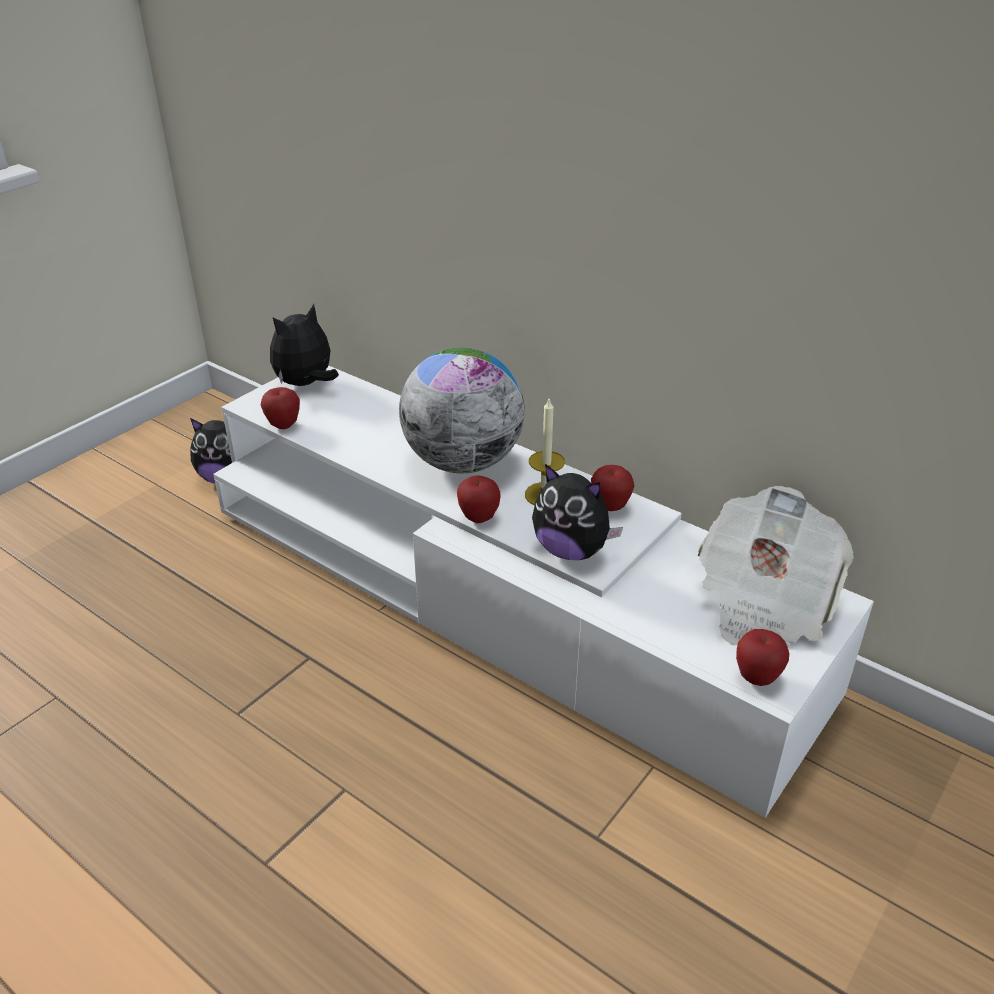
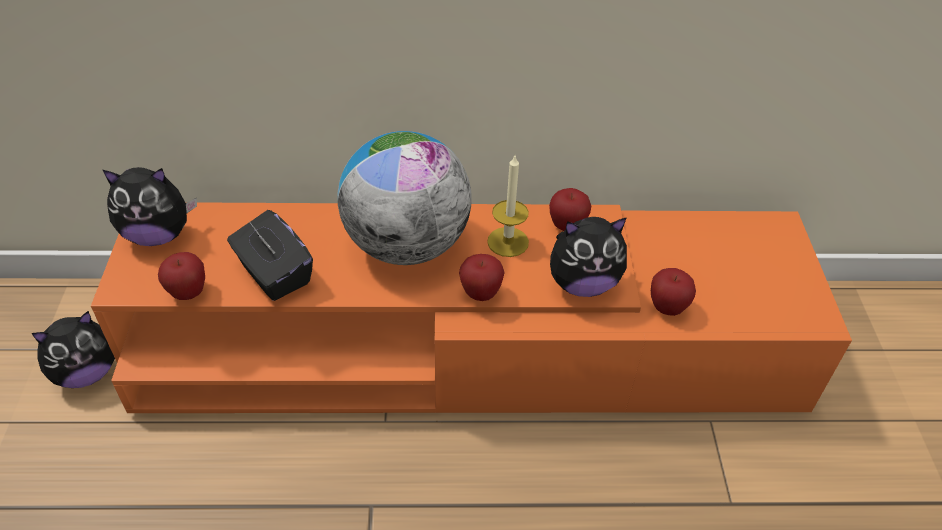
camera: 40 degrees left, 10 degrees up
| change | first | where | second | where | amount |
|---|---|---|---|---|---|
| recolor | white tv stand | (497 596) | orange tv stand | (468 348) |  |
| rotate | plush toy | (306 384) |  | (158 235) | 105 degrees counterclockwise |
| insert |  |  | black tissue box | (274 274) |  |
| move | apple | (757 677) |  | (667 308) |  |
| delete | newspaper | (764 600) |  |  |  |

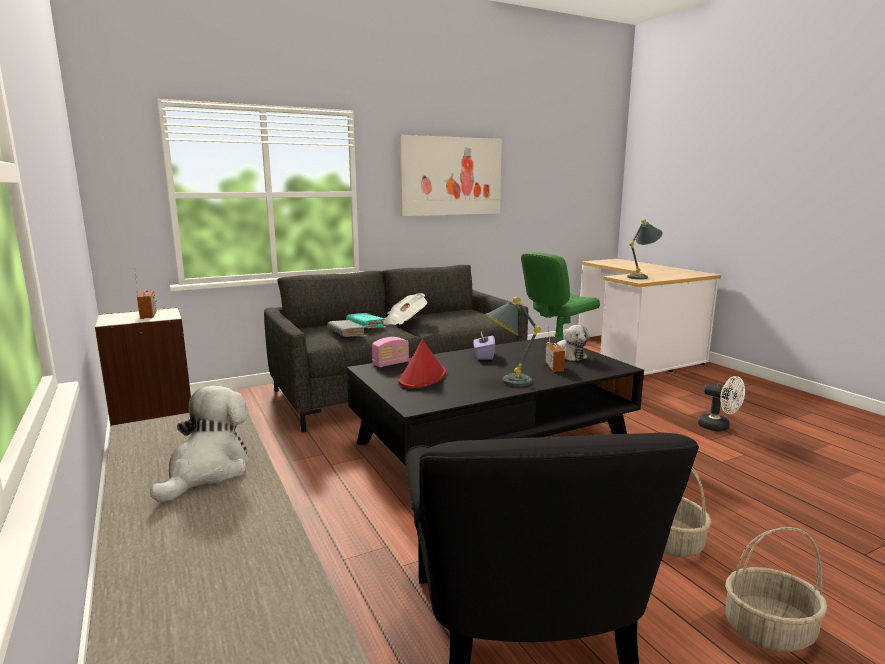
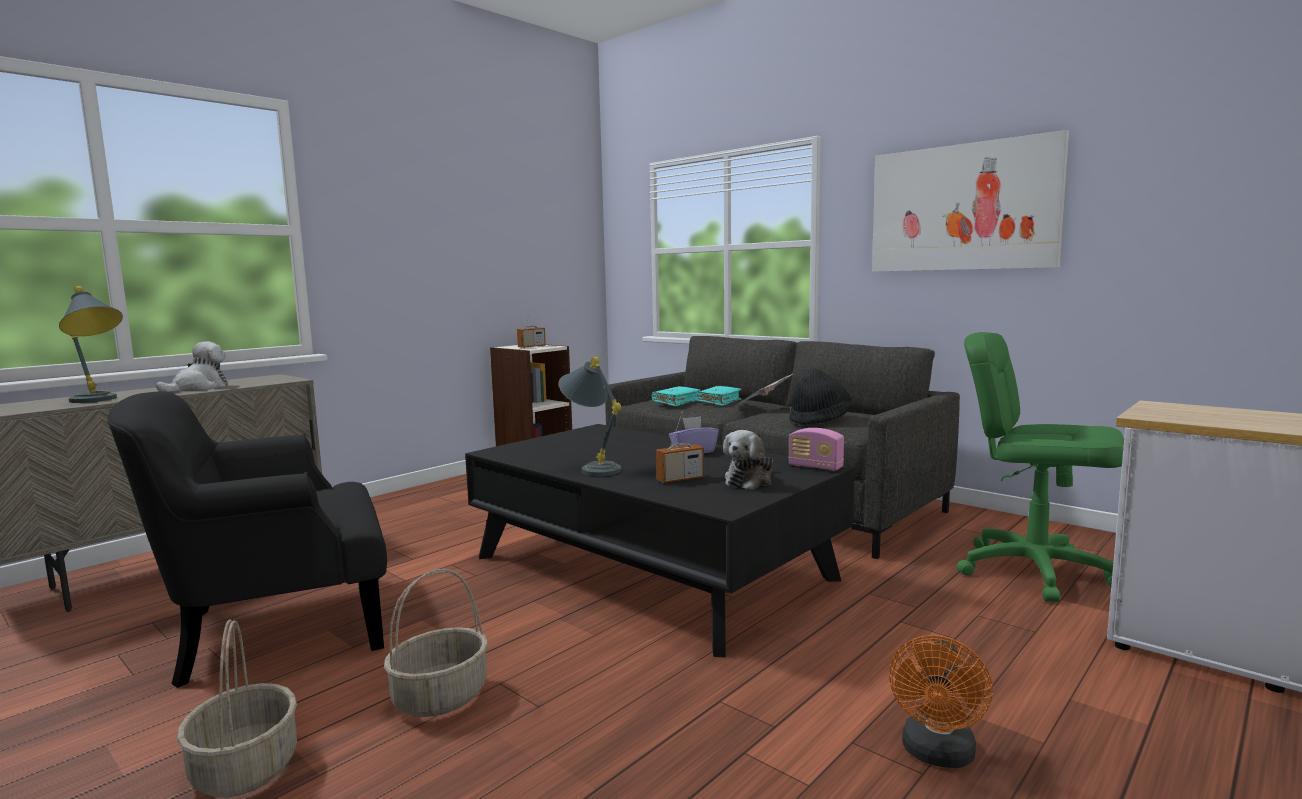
camera: 70 degrees right, 5 degrees down
| change | first | where | second | where | amount |
|---|---|---|---|---|---|
| move | grey table lamp | (642 277) |  | (98 401) |  |
| rotate | plush toy | (208 471) |  | (198 388) | 60 degrees counterclockwise |
| recolor | grey book | (347 334) | turquoise book | (676 402) |  |
| move | radio | (390 364) |  | (815 467) |  |
| insert |  |  | black hat | (820 420) |  |
| recolor | white fan | (719 427) | orange fan | (937 755) |  |
| delete | red hat | (422 378) |  |  |  |

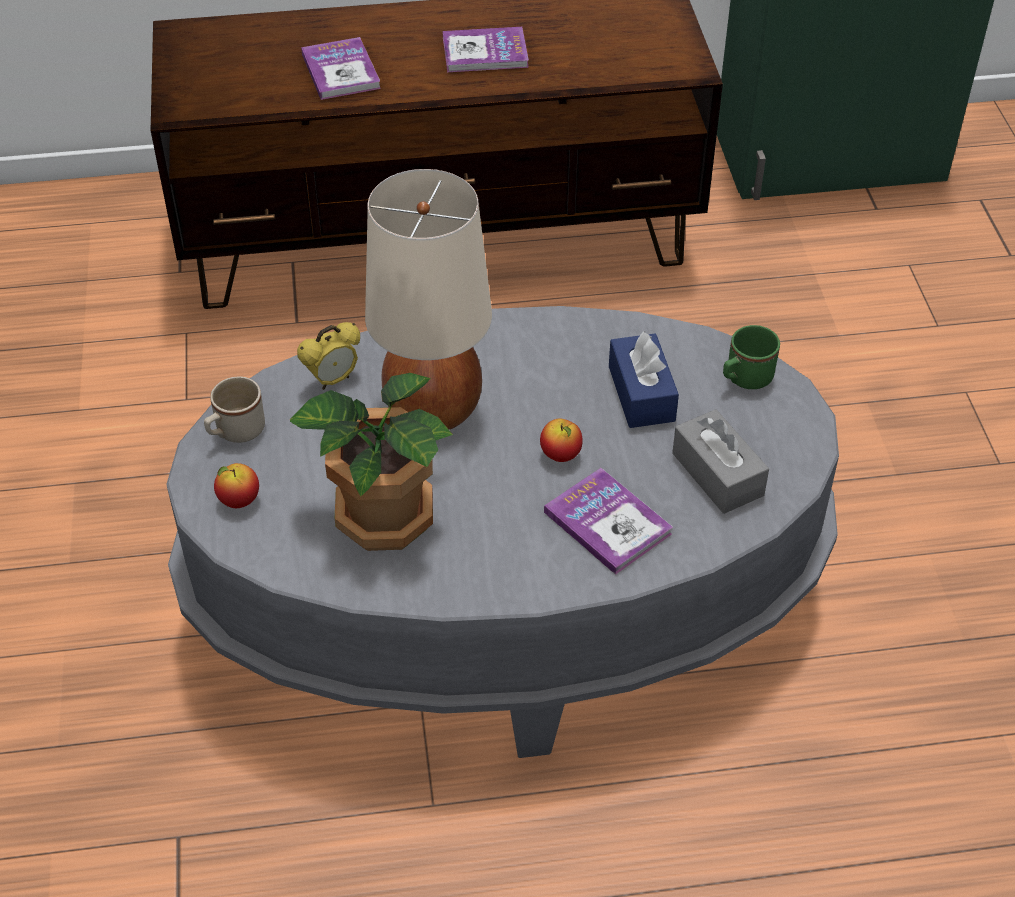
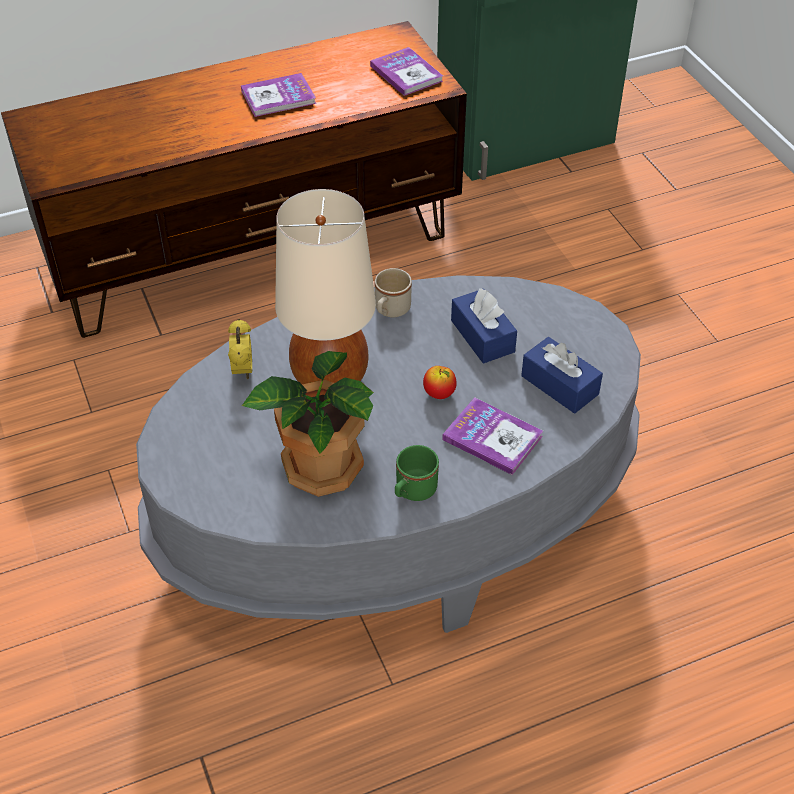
camera: 15 degrees left, 0 degrees up
| change | first | where | second | where | amount |
|---|---|---|---|---|---|
| rotate | alarm clock | (333 380) |  | (243 371) | 45 degrees counterclockwise |
| move | book | (341 71) |  | (406 73) |  |
| move | beige mug | (235 432) |  | (390 311) |  |
| move | green mug | (744 379) |  | (412 491) |  |
| recolor | grey tissue box | (717 474) | blue tissue box | (559 385) |  |
| delete | apple | (239 500) |  |  |  |

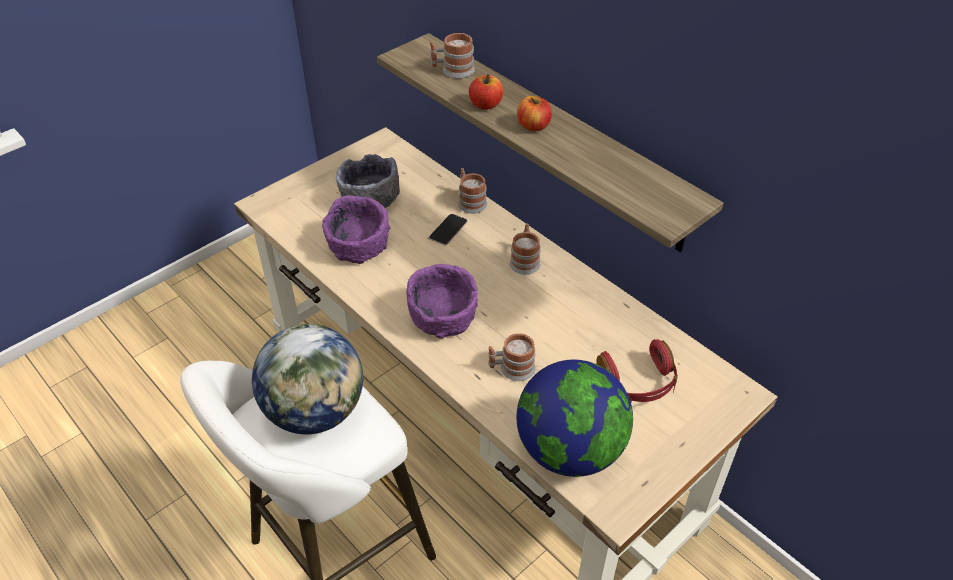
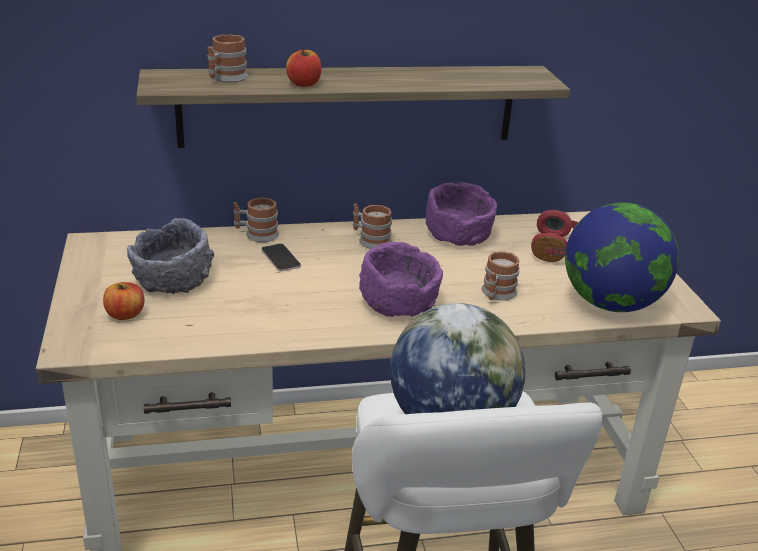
camera: 60 degrees left, 15 degrees down
| change | first | where | second | where | amount |
|---|---|---|---|---|---|
| move | apple | (533 126) |  | (125 314) |  |
| move | purple bowl | (359 247) |  | (458 235) |  |

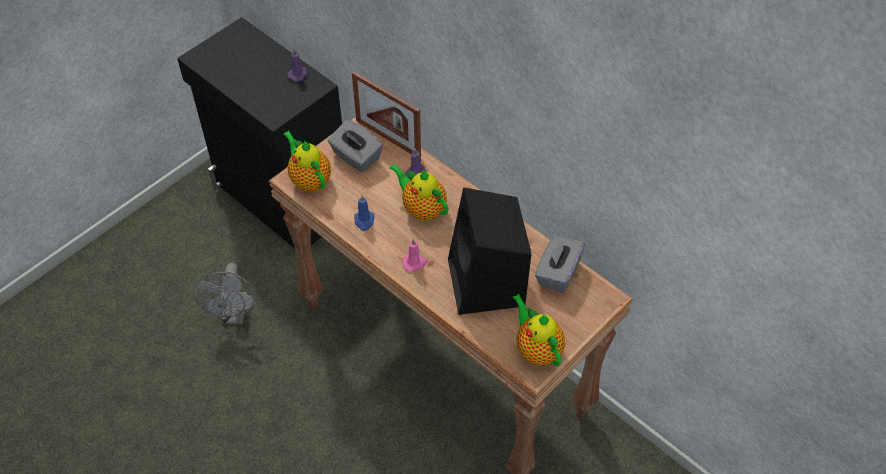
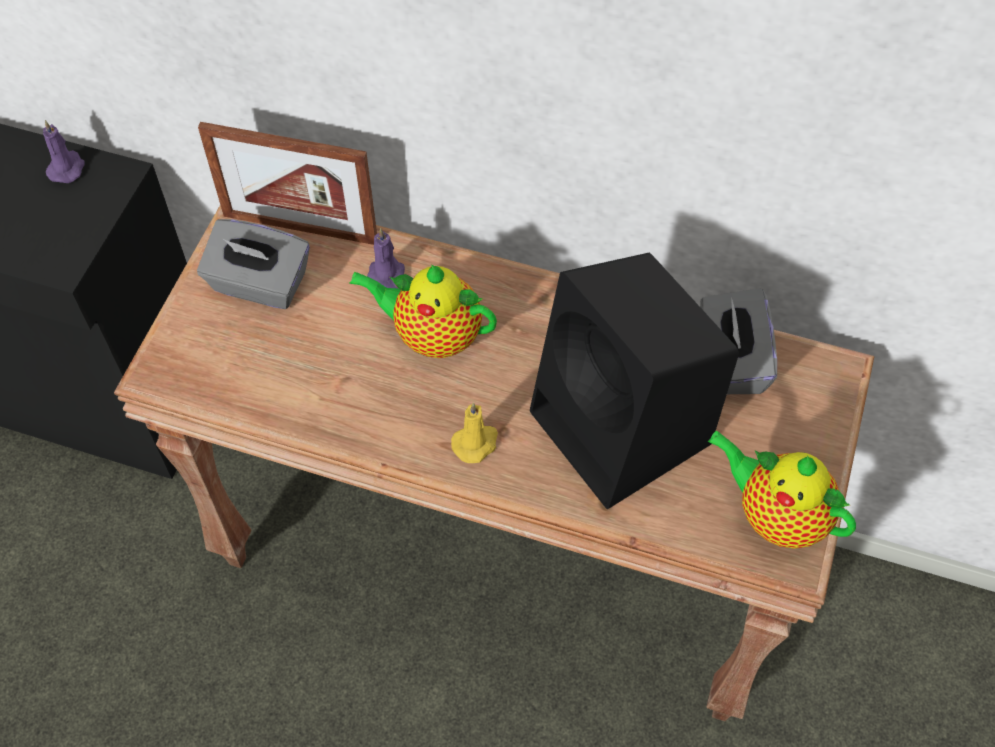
camera: 25 degrees left, 5 degrees up
| change | first | where | second | where | amount |
|---|---|---|---|---|---|
| recolor | pink candle | (415 263) | yellow candle | (476 443) |  |
| delete | grey fan | (234 315) |  |  |  |
| delete | teapot | (309 179) |  |  |  |
| delete | blue candle | (364 221) |  |  |  |

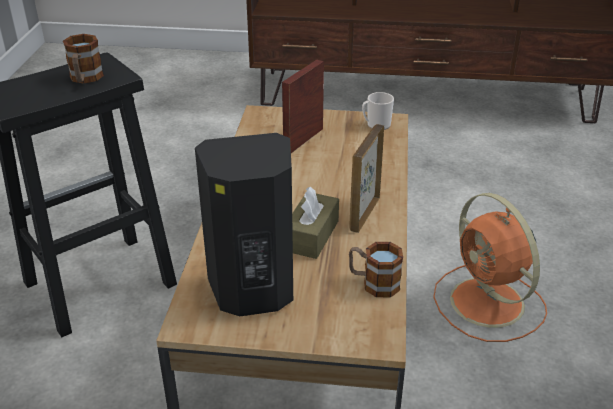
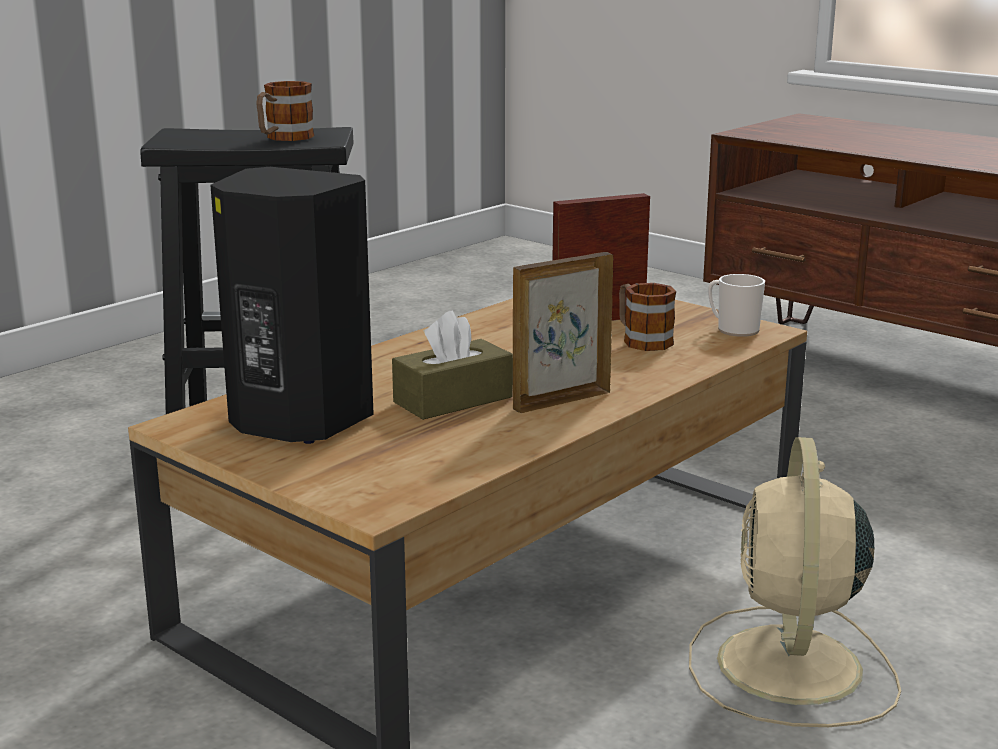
camera: 35 degrees right, 15 degrees down
| change | first | where | second | where | amount |
|---|---|---|---|---|---|
| move | mug | (373 283) |  | (641 339) |  |
| recolor | orange fan | (489 304) | beige fan | (789 669) |  |

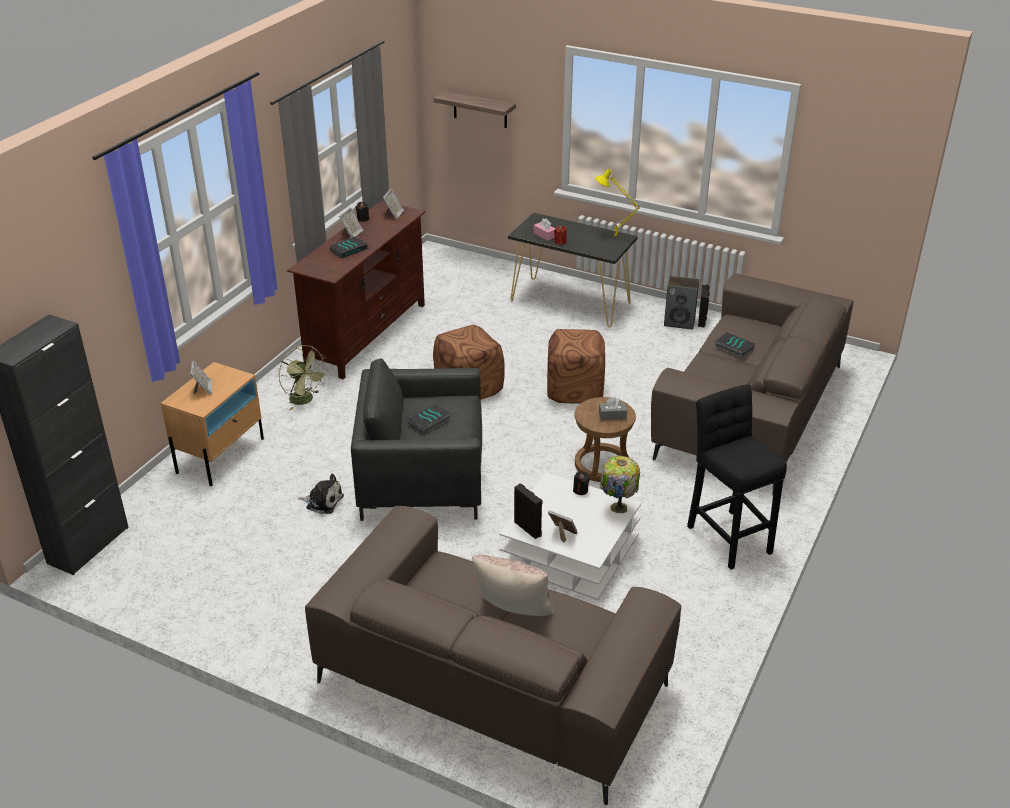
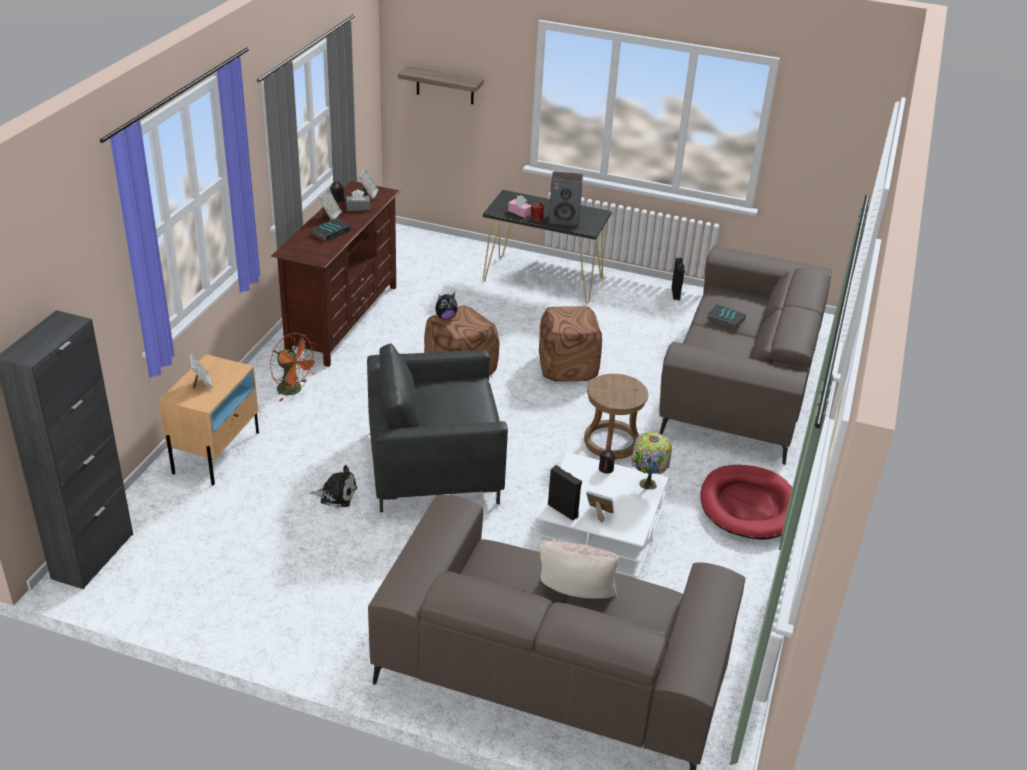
camera: 10 degrees left, 0 degrees up
| change | first | where | second | where | amount |
|---|---|---|---|---|---|
| recolor | green fan | (305 400) | orange fan | (294 390) |  |
| move | grey tissue box | (612 416) |  | (358 207) |  |
| insert |  |  | plush toy | (446 317) |  |
| move | speaker | (679 322) |  | (564 220) |  |
| replace | black stool | (727 536) | red dog bed | (748 506) |  |
| delete | book | (429 422) |  |  |  |
| delete | yellow table lamp | (614 237) |  |  |  |

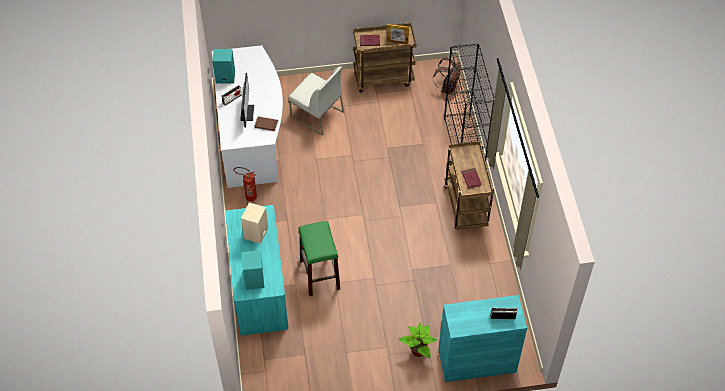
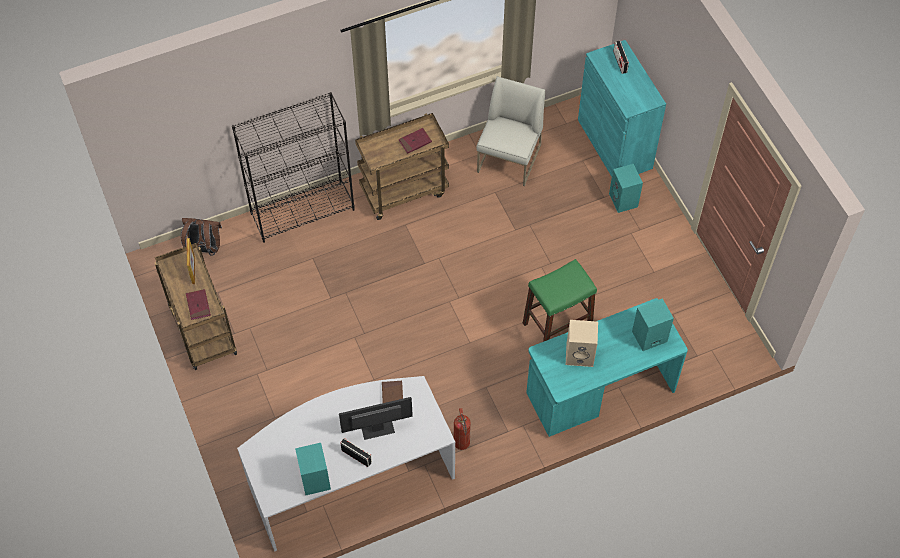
camera: 105 degrees left, 5 degrees up
| change | first | where | second | where | amount |
|---|---|---|---|---|---|
| move | white chair | (316 115) |  | (509 159) |  |
| replace | potted plant | (418 351) | turquoise speaker | (624 200) |  |

